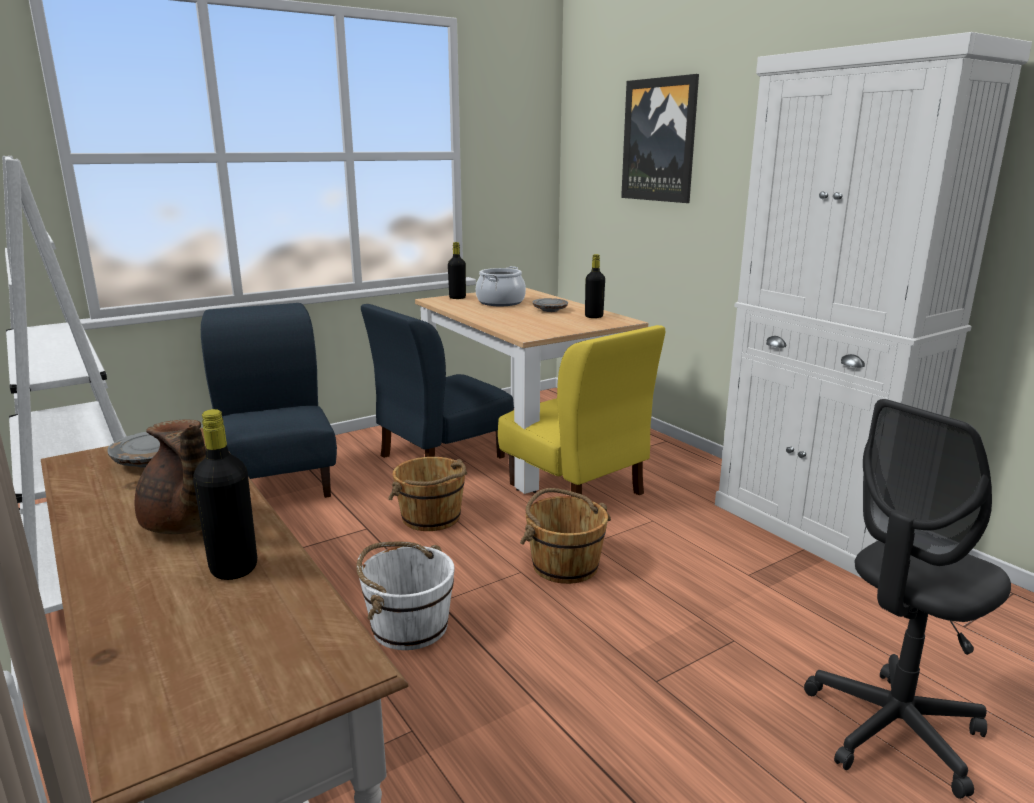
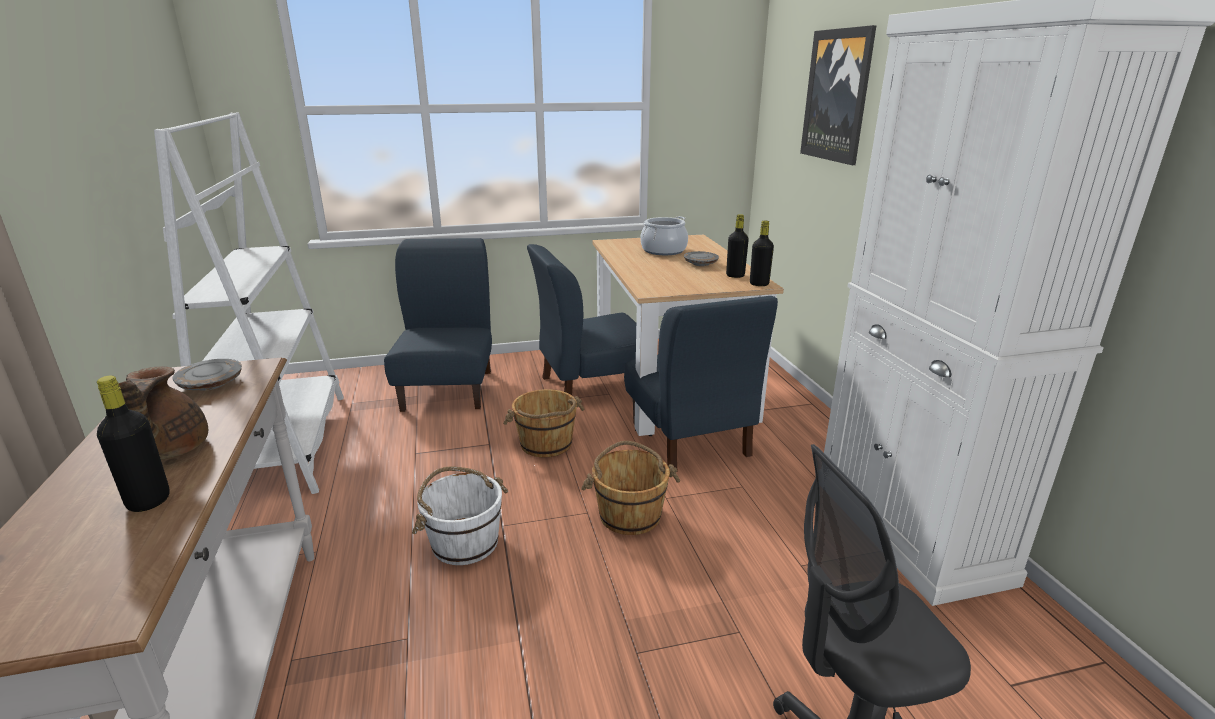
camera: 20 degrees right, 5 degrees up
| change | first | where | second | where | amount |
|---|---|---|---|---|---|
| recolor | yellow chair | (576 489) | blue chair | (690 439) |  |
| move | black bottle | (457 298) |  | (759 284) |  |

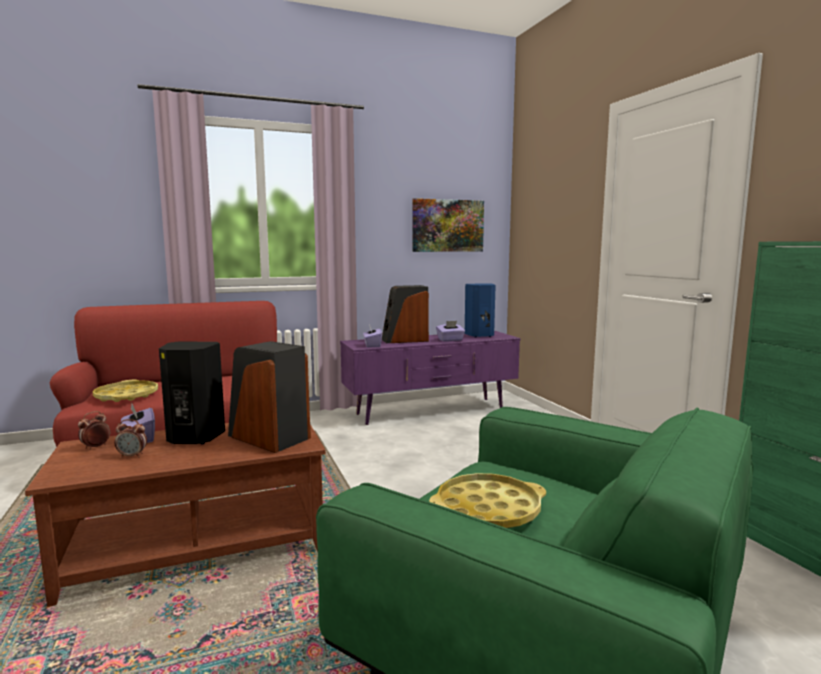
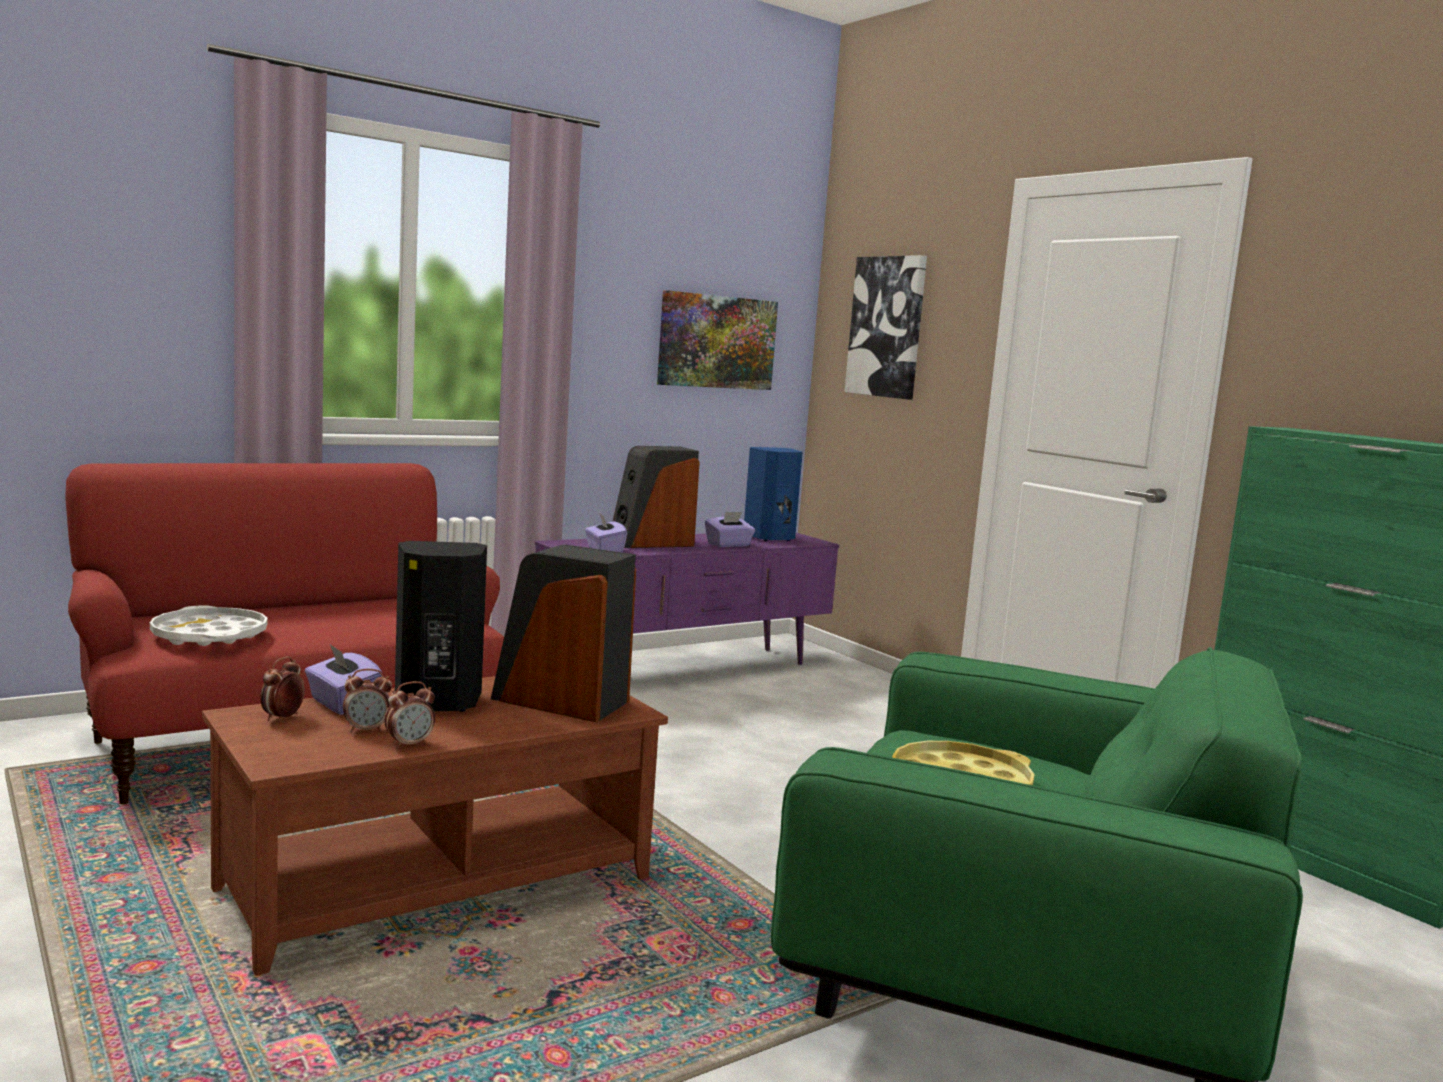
camera: 15 degrees left, 0 degrees up
| change | first | where | second | where | amount |
|---|---|---|---|---|---|
| recolor | yellow tray | (126 396) | white tray | (209 636) |  |
| insert |  |  | alarm clock | (409 744) |  |
| insert |  |  | picture | (887 327) |  |

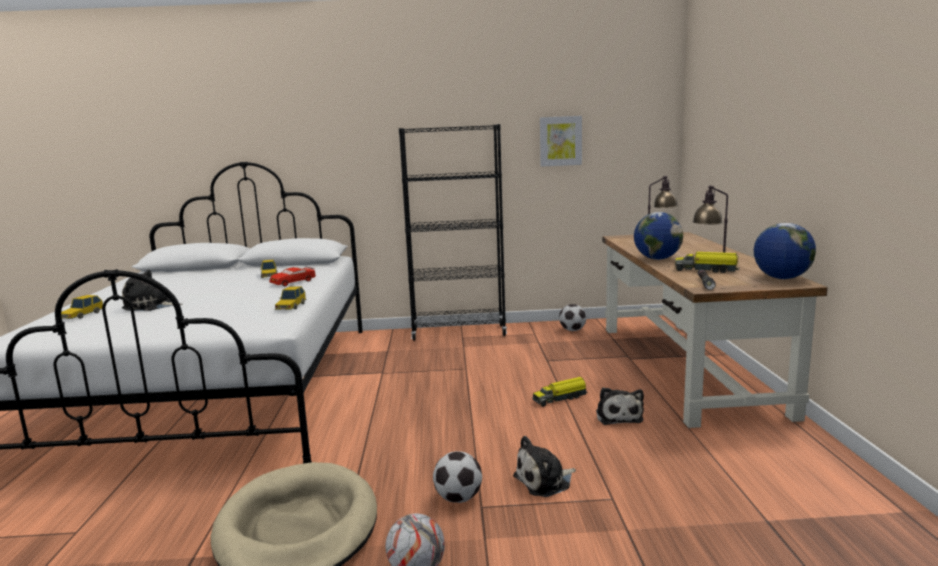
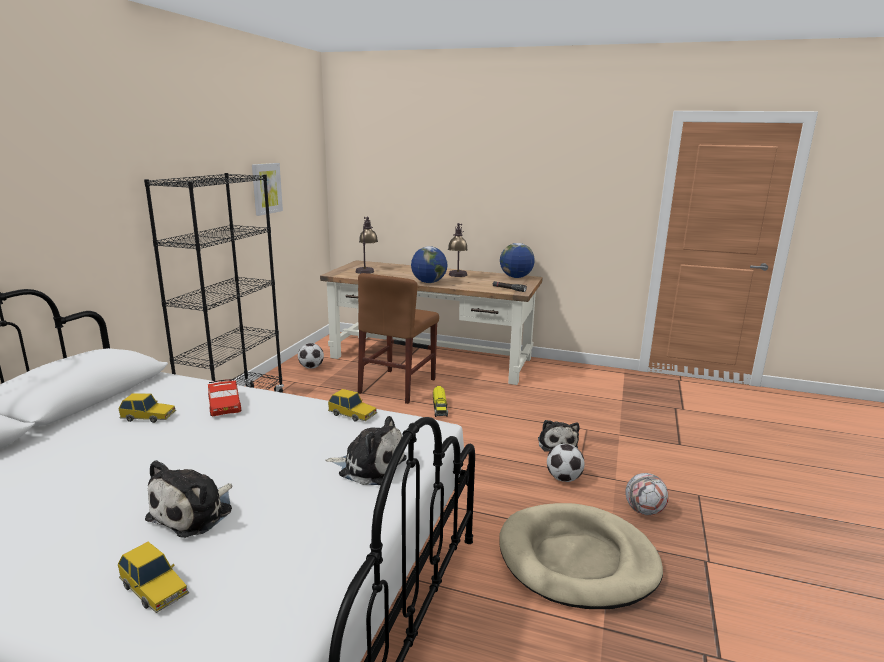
camera: 70 degrees left, 5 degrees up
| change | first | where | second | where | amount |
|---|---|---|---|---|---|
| move | plush toy | (618 416) |  | (369 466) |  |
| insert |  |  | brown chair | (397 386) |  |
| delete | toy truck | (706 270) |  |  |  |

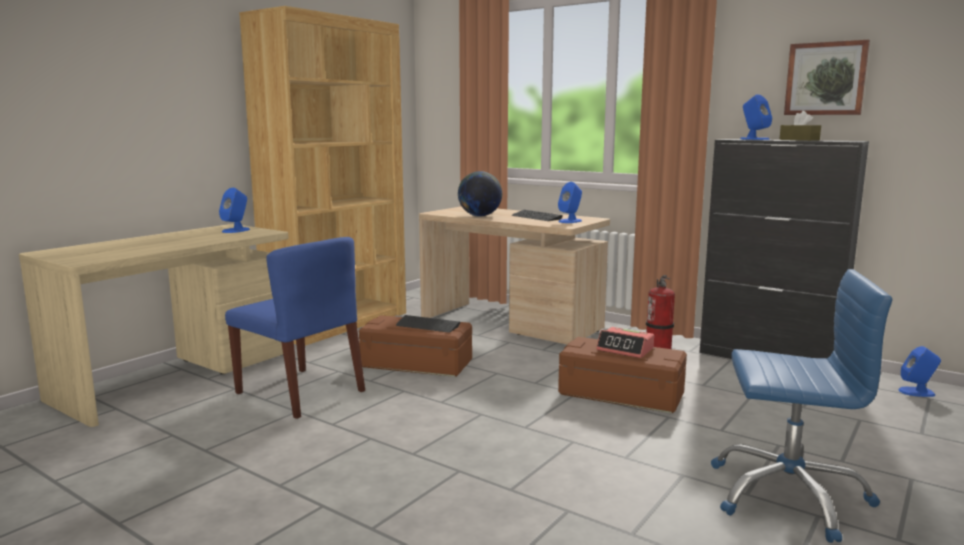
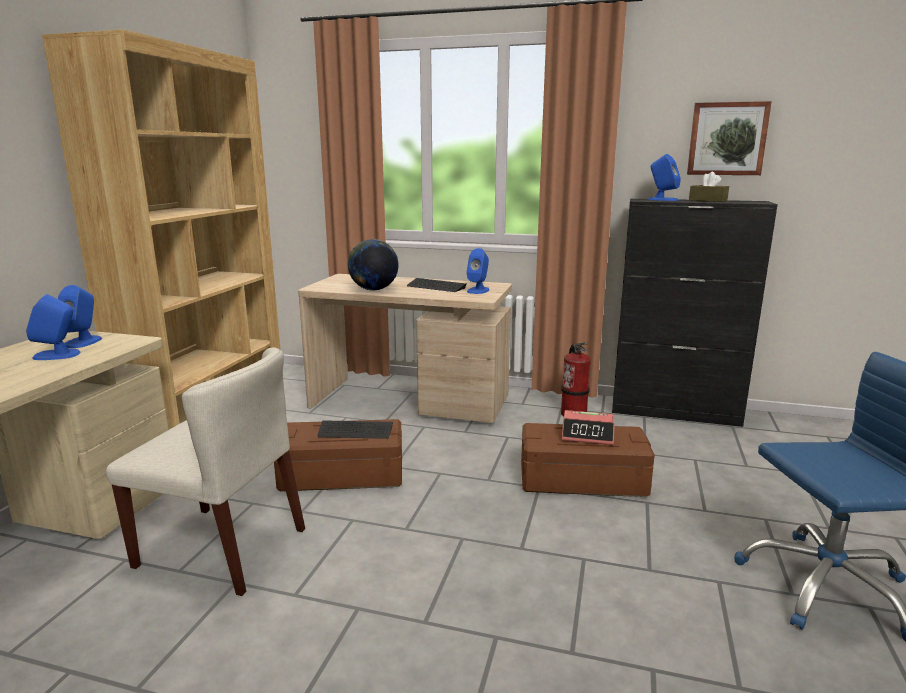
camera: 20 degrees left, 5 degrees up
| change | first | where | second | where | amount |
|---|---|---|---|---|---|
| move | blue speaker | (917 392) |  | (57 355) |  |
| recolor | blue chair | (301 392) | beige chair | (223 547) |  |

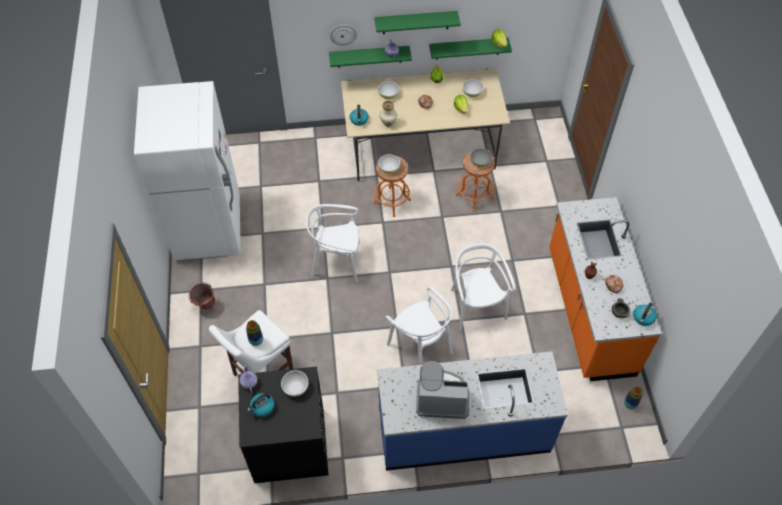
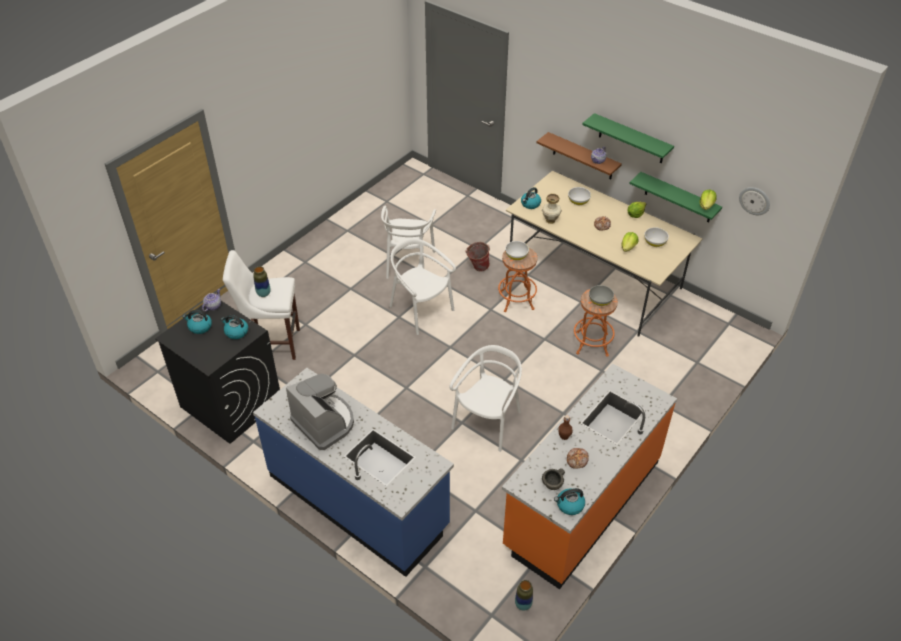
camera: 45 degrees right, 10 degrees down
| change | first | where | second | where | amount |
|---|---|---|---|---|---|
| replace | white bowl | (295 387) | kettle | (236 332) |  |
| move | white chair | (420 346) |  | (408 264) |  |
| move | bucket | (205 306) |  | (477 267) |  |
| recolor | green shelf | (369 56) | brown shelf | (583 156) |  |
| move | wall clock | (343 34) |  | (754 200) |  |
| delete | white fridge | (208 228) |  |  |  |

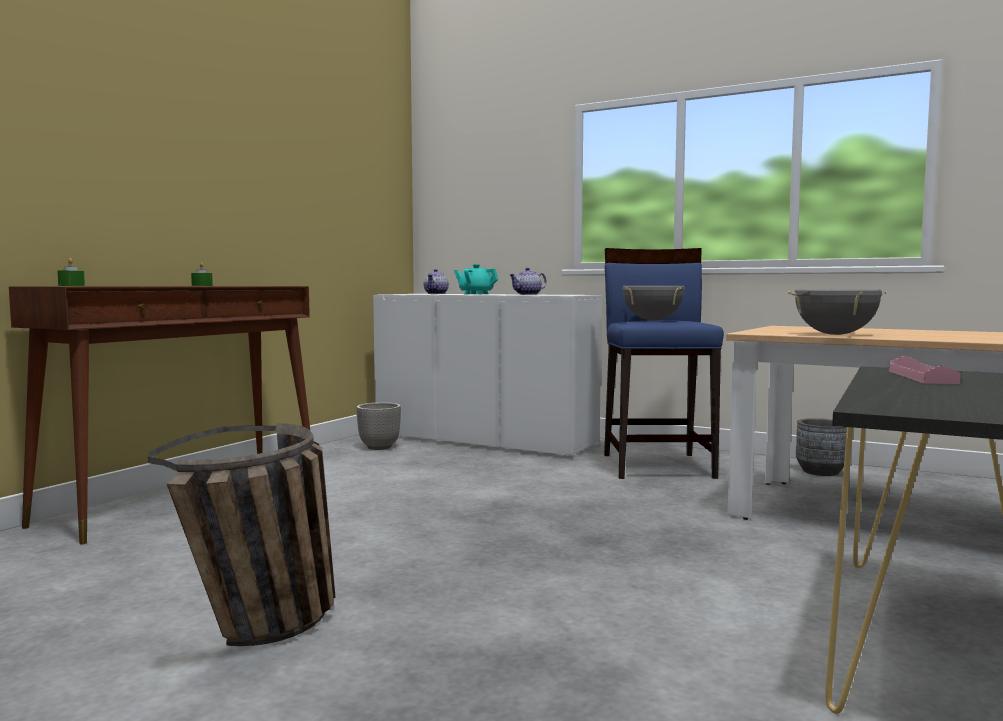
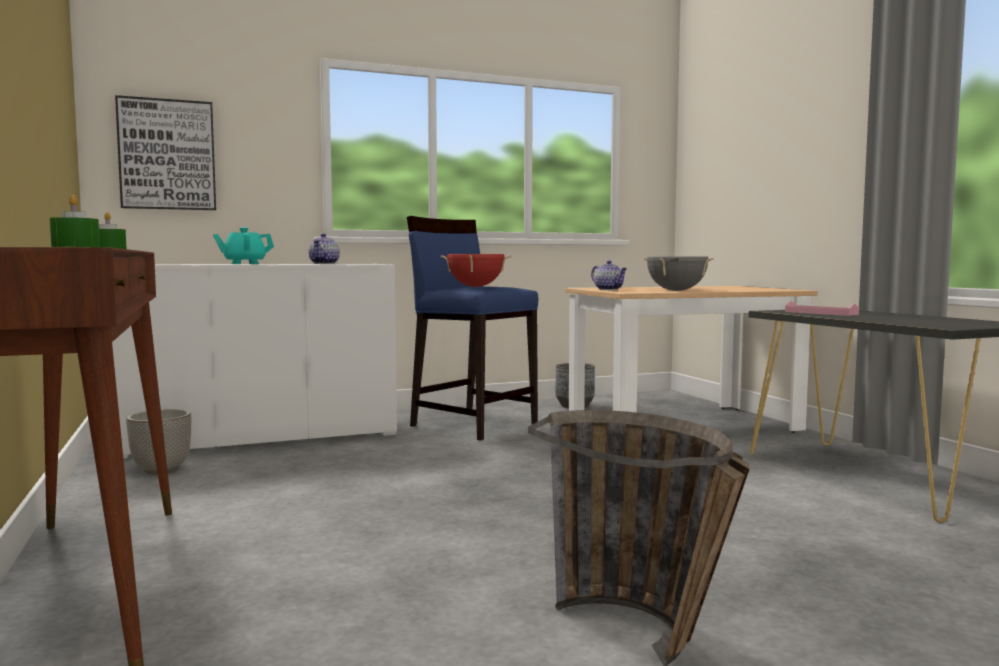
camera: 50 degrees left, 0 degrees up
| change | first | where | second | where | amount |
|---|---|---|---|---|---|
| insert |  |  | picture | (167 155) |  |
| recolor | grey cooking pot | (652 320) | red cooking pot | (475 286) |  |
| move | teapot | (436 294) |  | (609 289) |  |

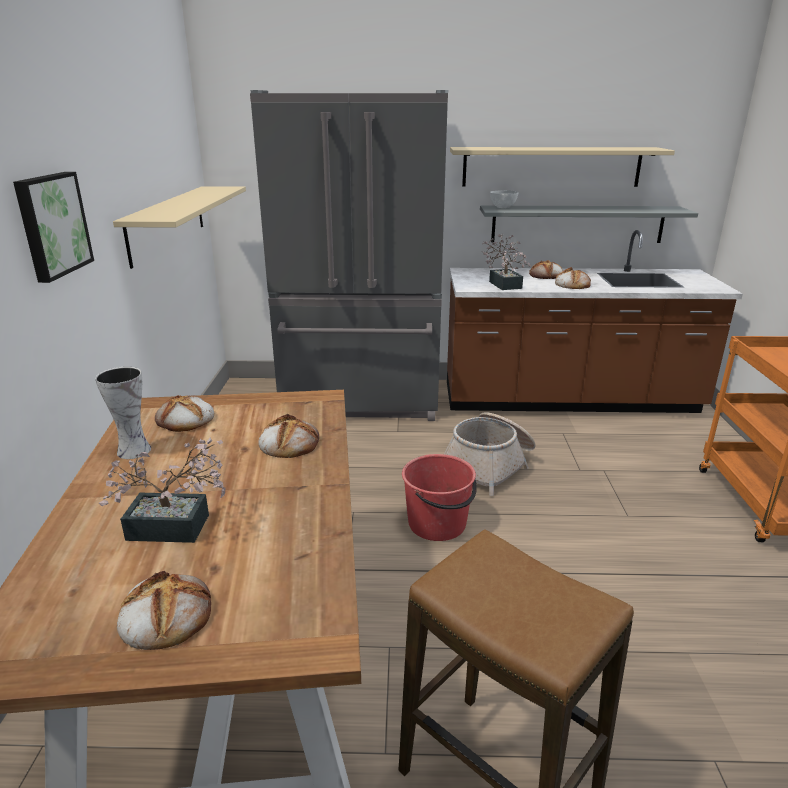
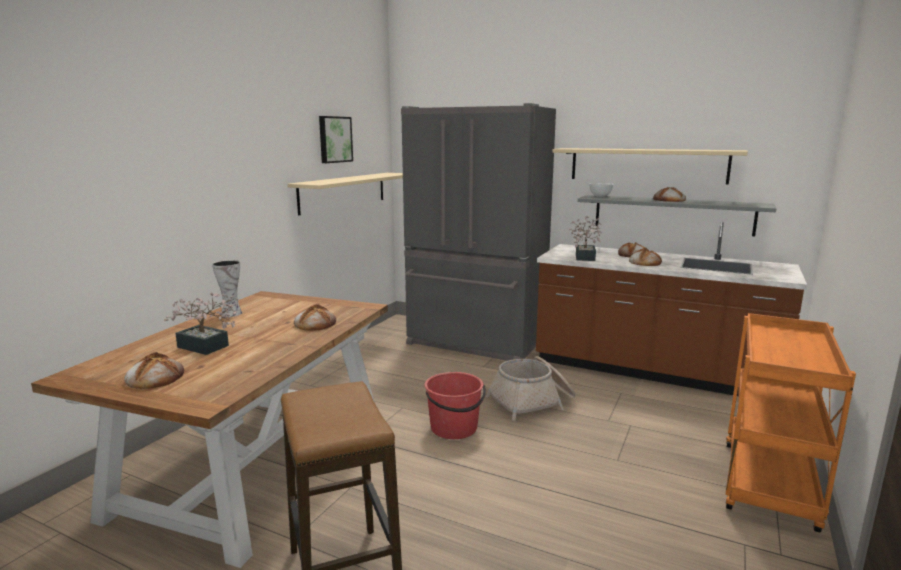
camera: 25 degrees right, 10 degrees down
| change | first | where | second | where | amount |
|---|---|---|---|---|---|
| move | picture | (51 225) |  | (334 139) |  |
| move | bread | (185 420) |  | (669 200) |  |

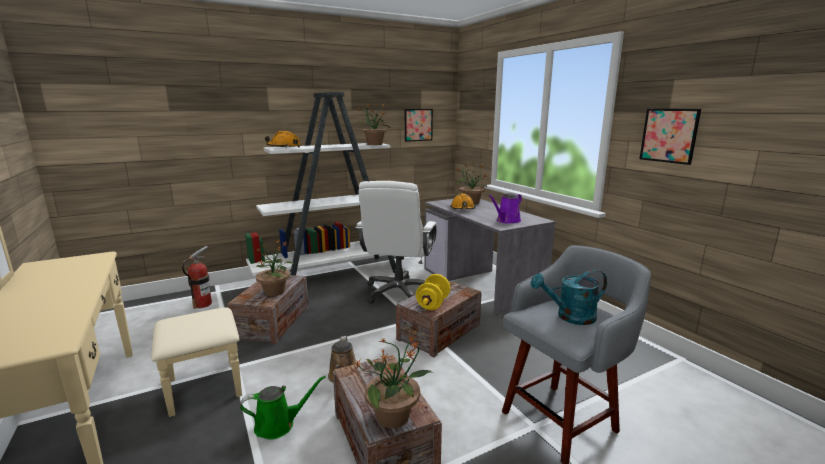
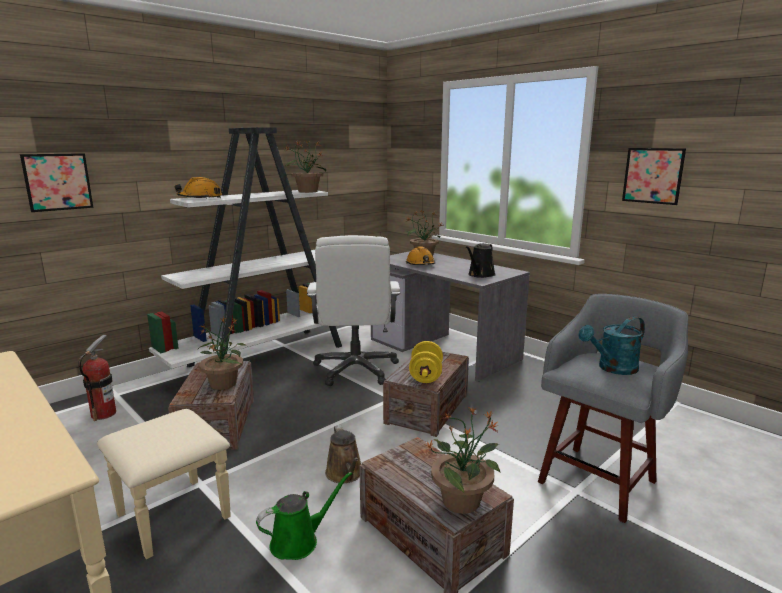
camera: 15 degrees left, 0 degrees up
| change | first | where | second | where | amount |
|---|---|---|---|---|---|
| move | picture | (418 125) |  | (58 182) |  |
| recolor | purple watering can | (507 221) | black watering can | (480 275) |  |

